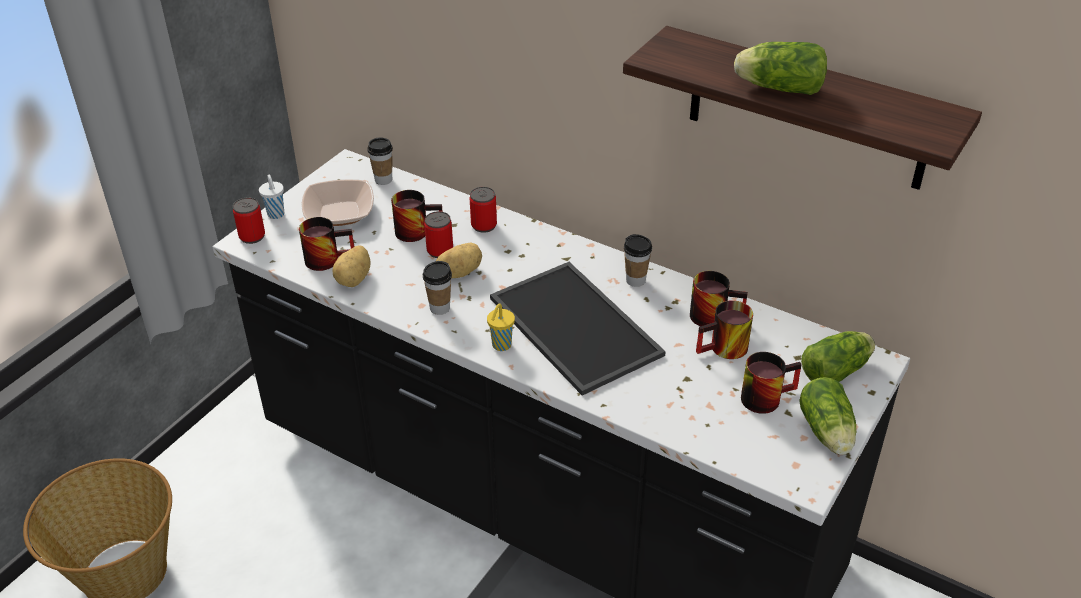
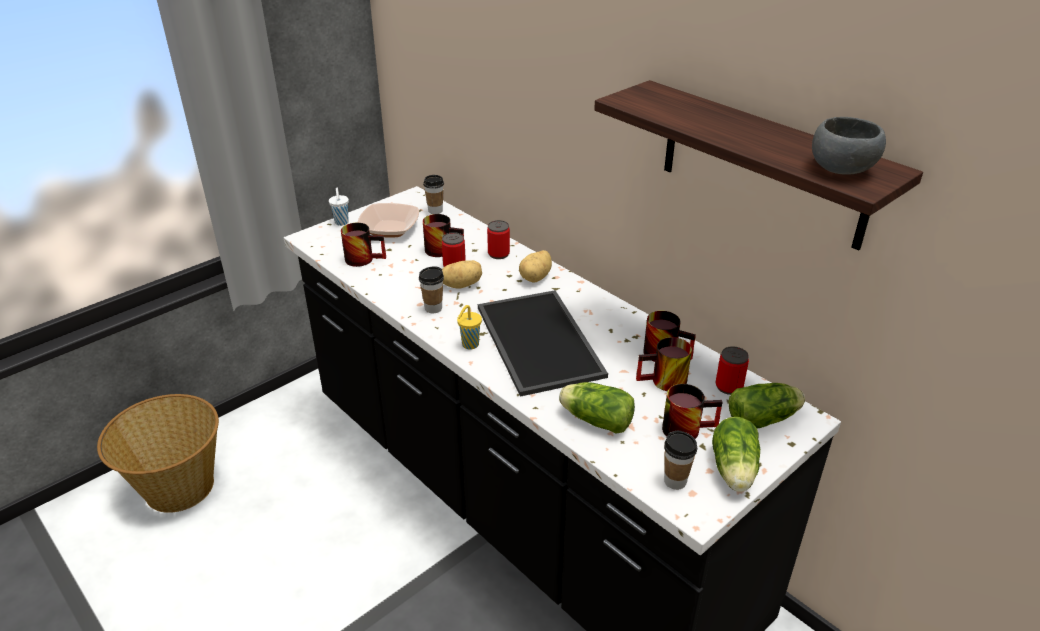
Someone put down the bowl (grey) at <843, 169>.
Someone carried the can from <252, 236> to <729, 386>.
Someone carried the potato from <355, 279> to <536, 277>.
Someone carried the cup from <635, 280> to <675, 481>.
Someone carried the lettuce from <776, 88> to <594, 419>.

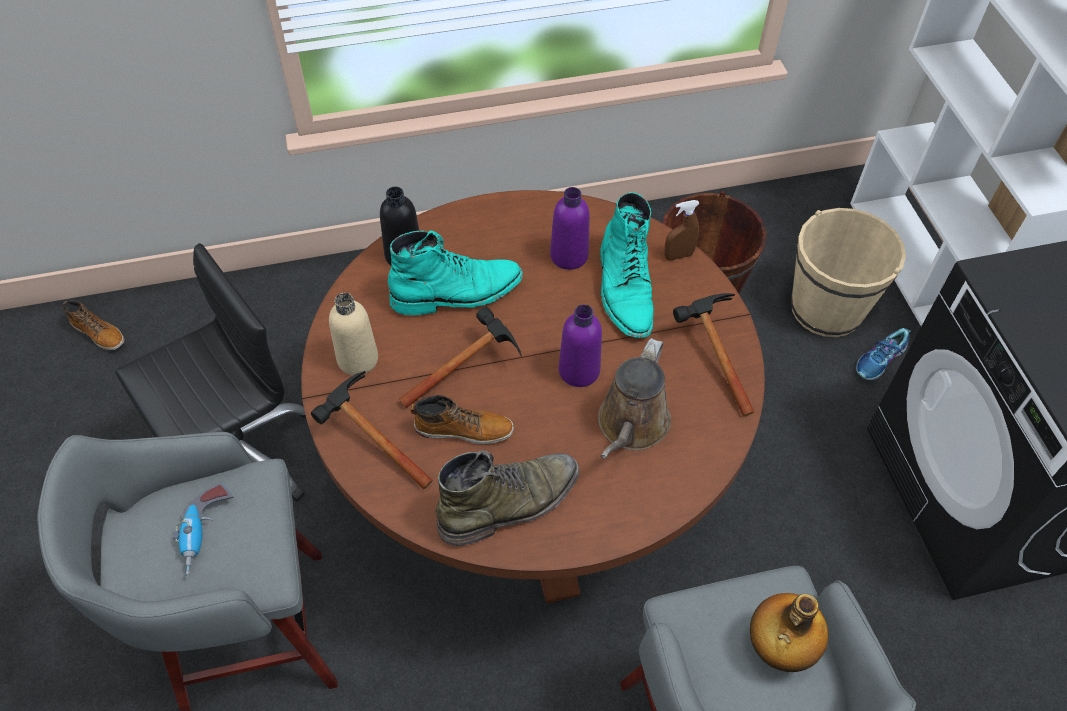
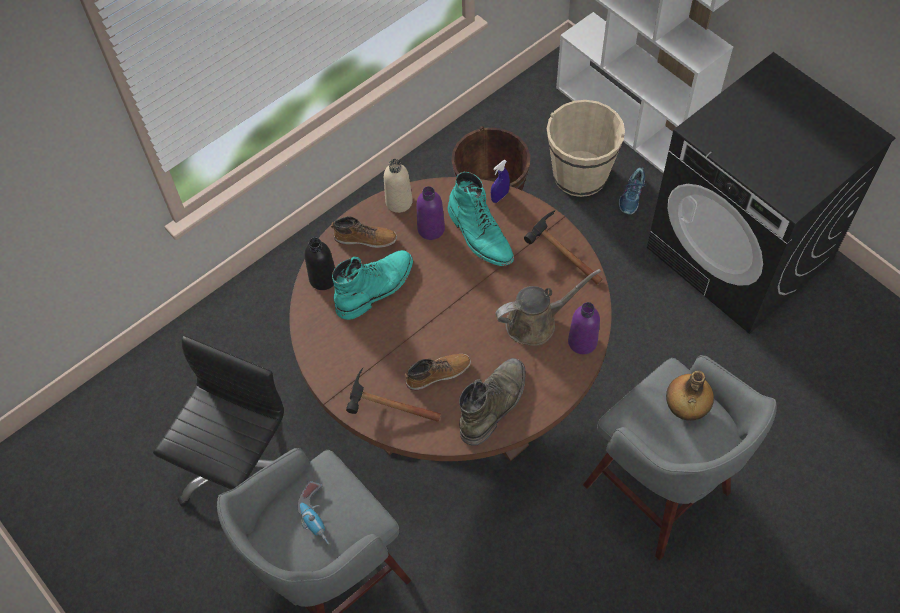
Someone took away the hammer at <470, 367>.
Someone carried the boot from <99, 333> to <365, 238>.
Someone carried the bottle (beige) from <358, 359> to <399, 202>.
Someone carried the bottle (purple) from <579, 371> to <582, 342>.
Someone repainted the spray bottle (brown) at <678, 255>, which became the spray bottle (blue) at <499, 196>.
Someone rotated the watering can (brown) at <631, 426> by 105 degrees counterclockwise.

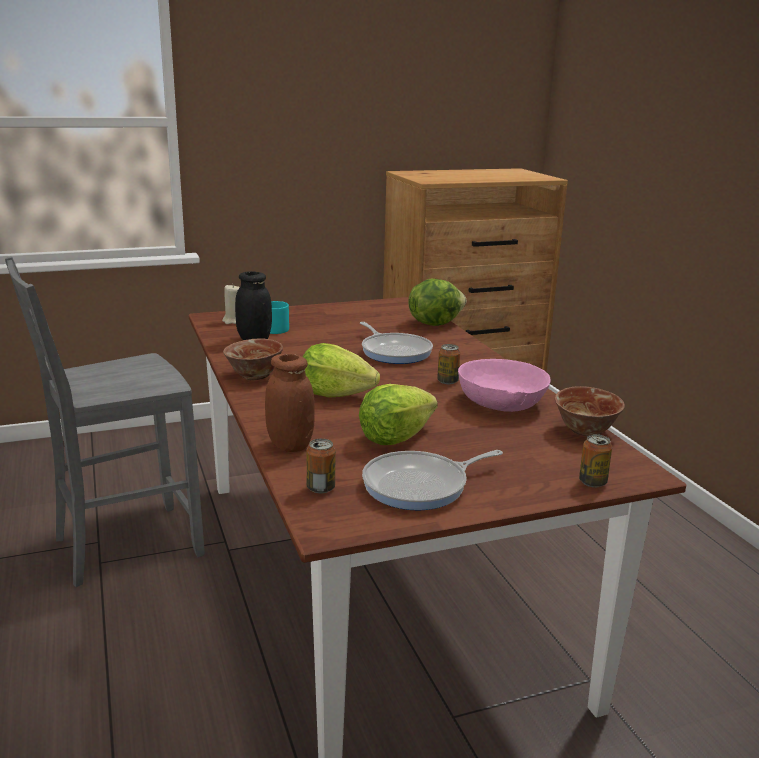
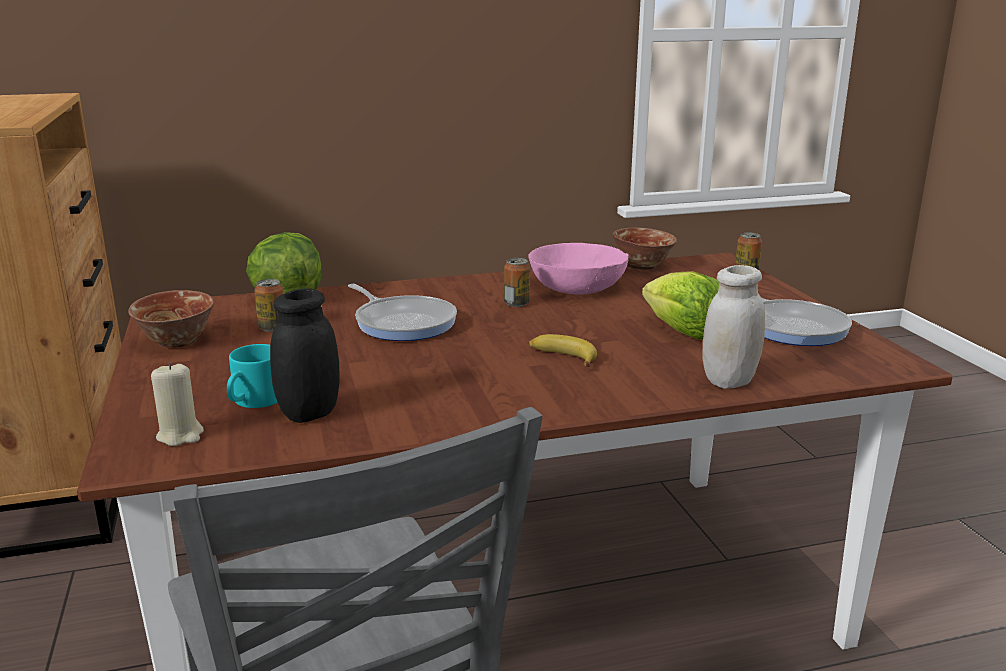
Someone carried the bowl from <254, 376> to <177, 342>.
Someone carried the can from <321, 488> to <272, 328>.
Someone swapped the lettuce at <335, 394> for the banana at <562, 357>.
Someone repainted the jar (brown) at <290, 445>, which became the jar (white) at <729, 381>.
Someone rotated the frying pan at <394, 351> by 75 degrees clockwise.

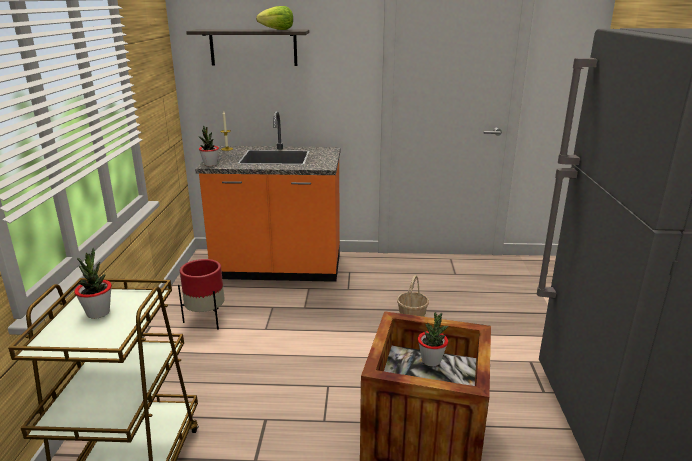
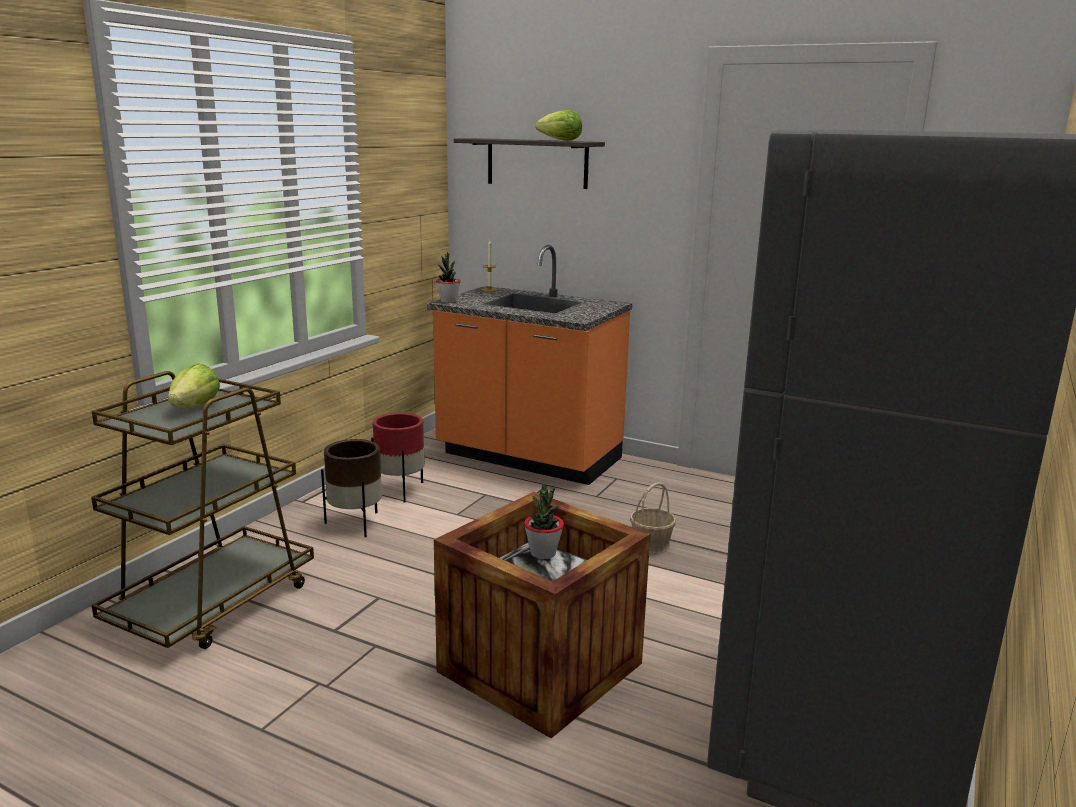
Someone put down the planter (brown) at <356, 524>.
Someone swapped the potted plant at <98, 313> for the lettuce at <195, 407>.

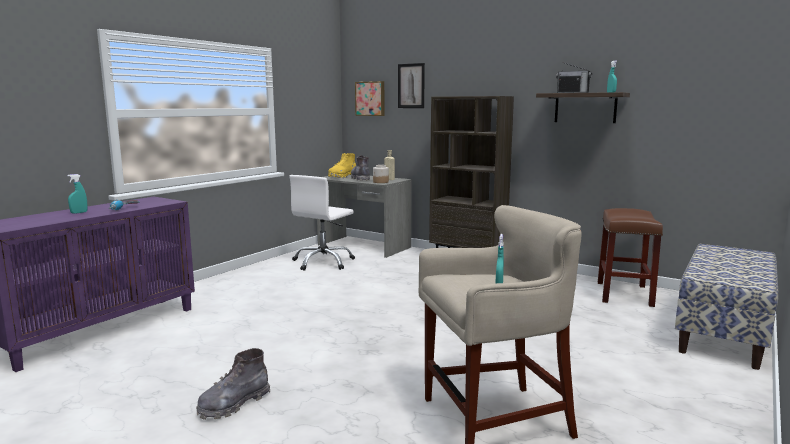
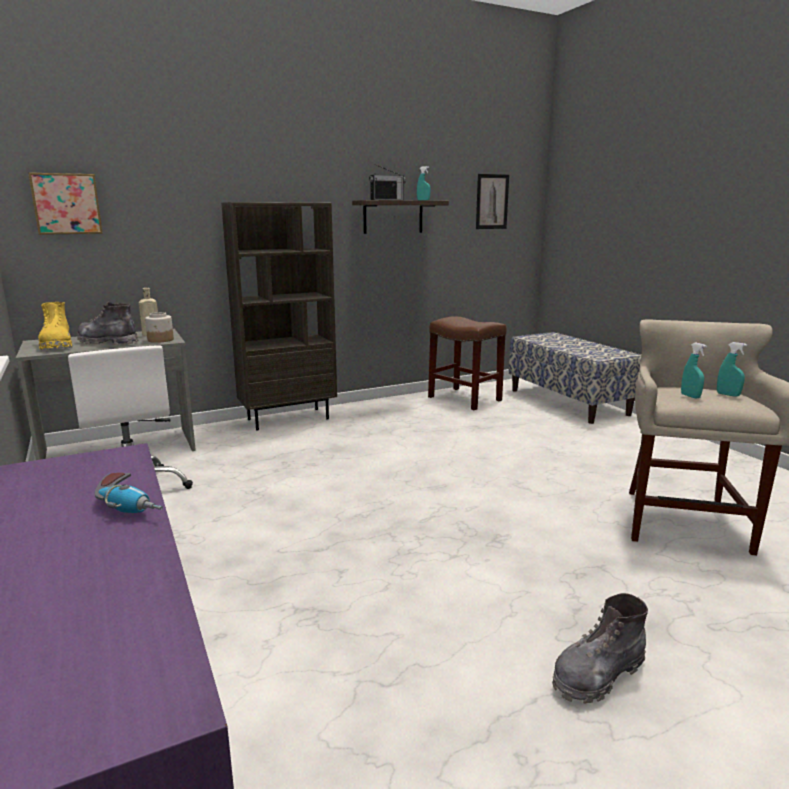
Someone carried the spray bottle (turquoise) from <79, 212> to <690, 396>.
Someone carried the picture from <411, 86> to <492, 201>.
Someone rotated the boot (grey) at <234, 404> by 75 degrees clockwise.

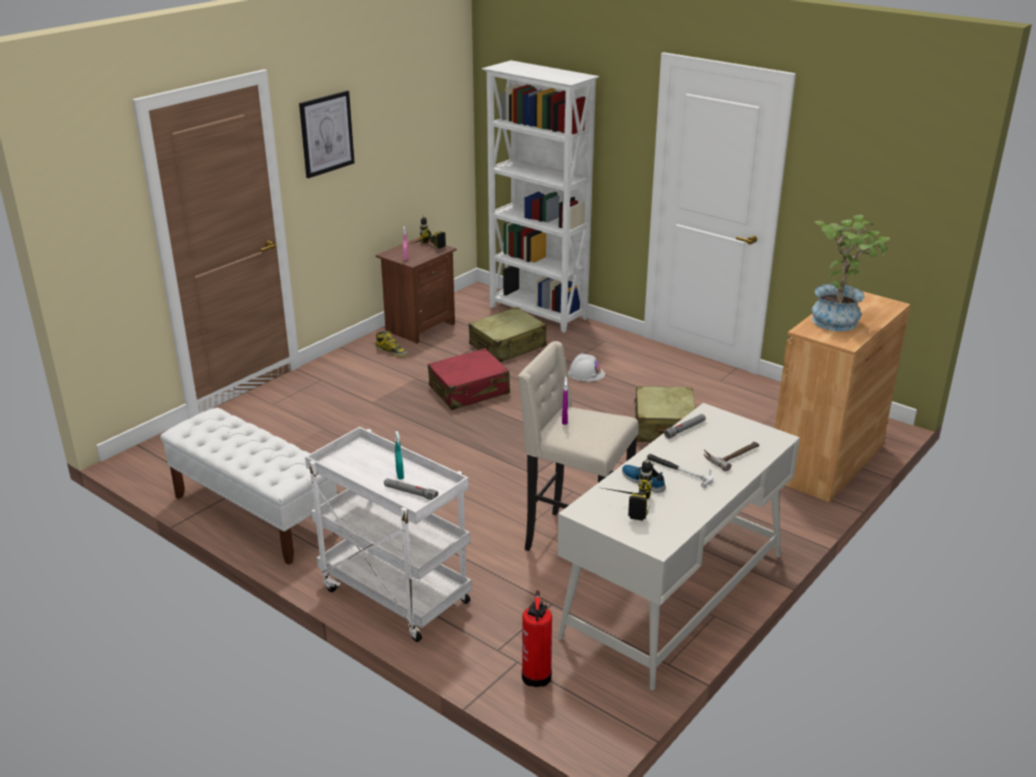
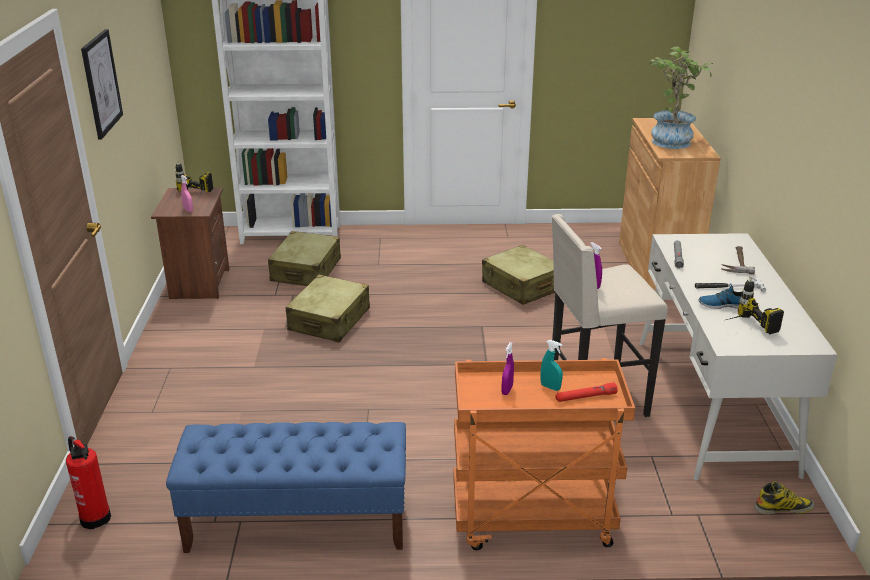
Someone took away the hard hat (white) at <586, 373>.
Someone put down the spray bottle (purple) at <507, 390>.
Someone carried the boot from <391, 351> to <783, 508>.
Someone carried the fire extinguisher from <537, 674> to <95, 516>.
Someone repainted the bench (white) at <254, 514>, which became the bench (blue) at <297, 522>.
Someone repainted the cart (white) at <392, 595>, which became the cart (orange) at <531, 521>.
Someone repainted the flashlight (grey) at <410, 493>, which became the flashlight (red) at <585, 397>.
Someone repainted the suitcase (red) at <469, 390>, which became the suitcase (beige) at <329, 320>.

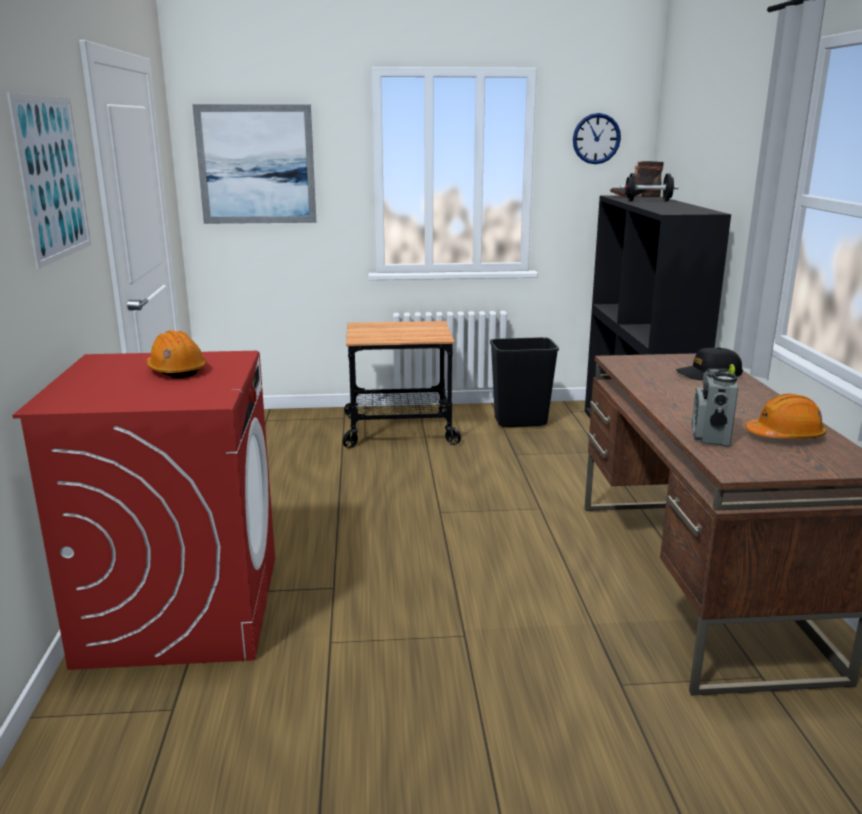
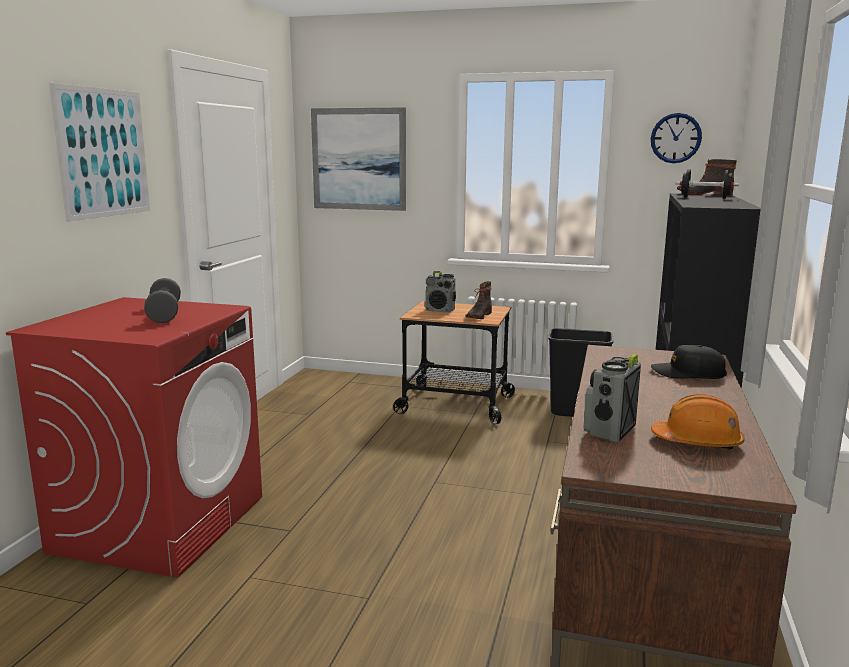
Someone put down the radio at <440, 310>.
Someone put down the boot at <478, 316>.
Someone swapped the hard hat (orange) at <176, 370> for the dumbbell (grey) at <164, 314>.

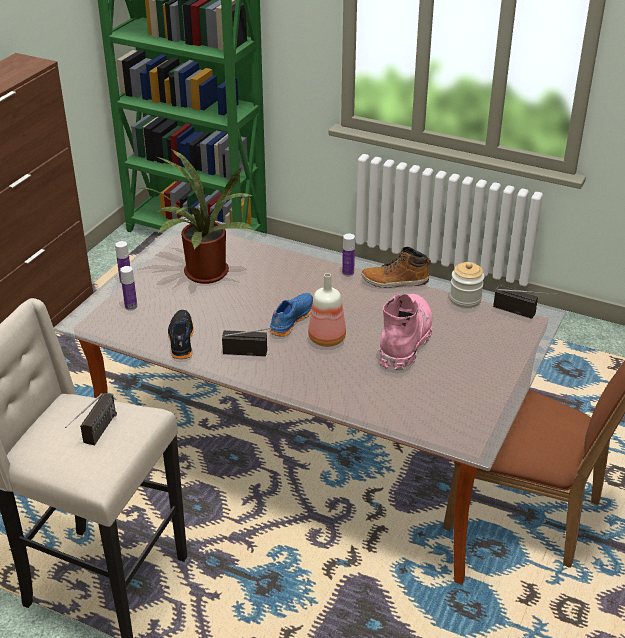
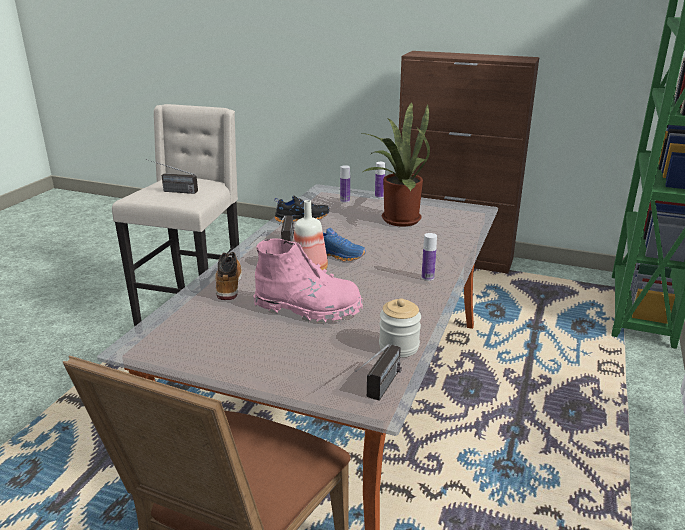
Someone carried the boot from <395, 281> to <228, 284>.

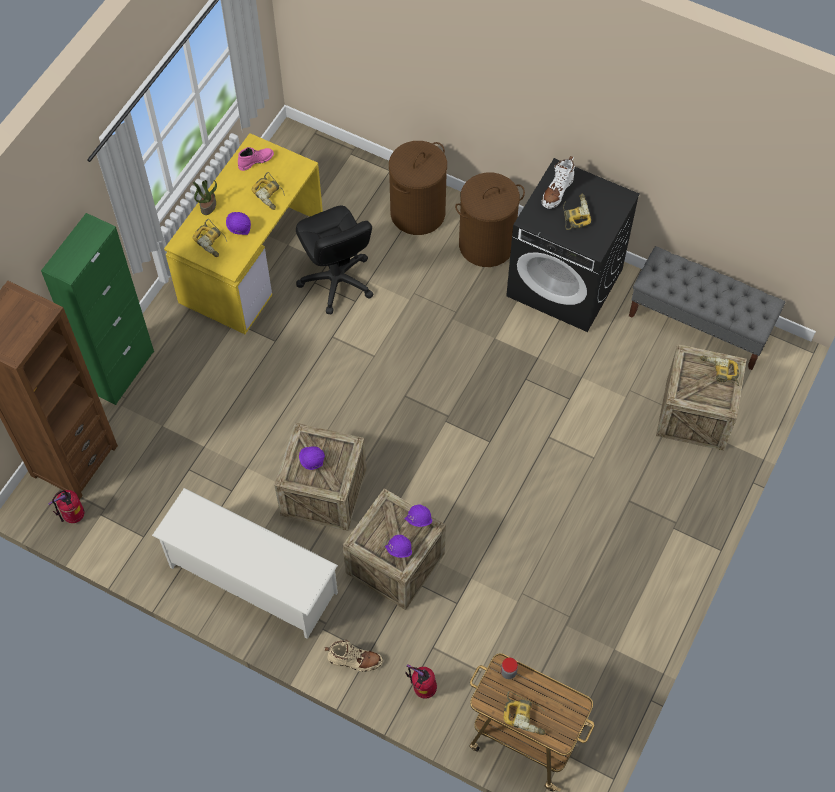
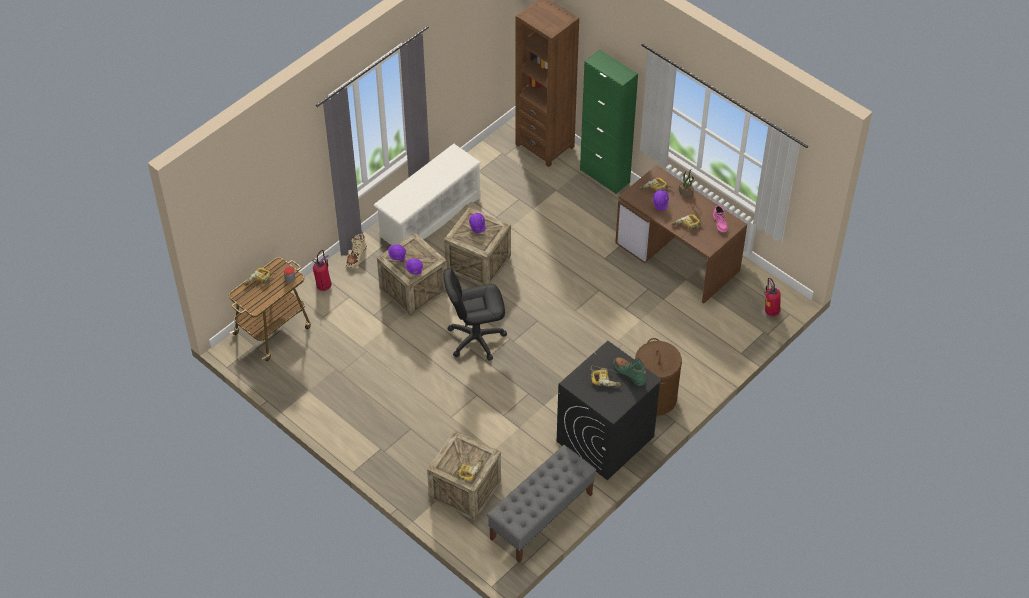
Someone took away the laundry basket (brown) at <418, 213>.
Someone carried the fire extinguisher from <74, 517> to <770, 311>.
Someone carried the office chair (black) from <336, 281> to <476, 338>.
Someone repainted the desk (yellow) at <251, 259>, which became the desk (brown) at <678, 257>.
Someone repainted the boot (white) at <557, 191>, which became the boot (green) at <629, 373>.

